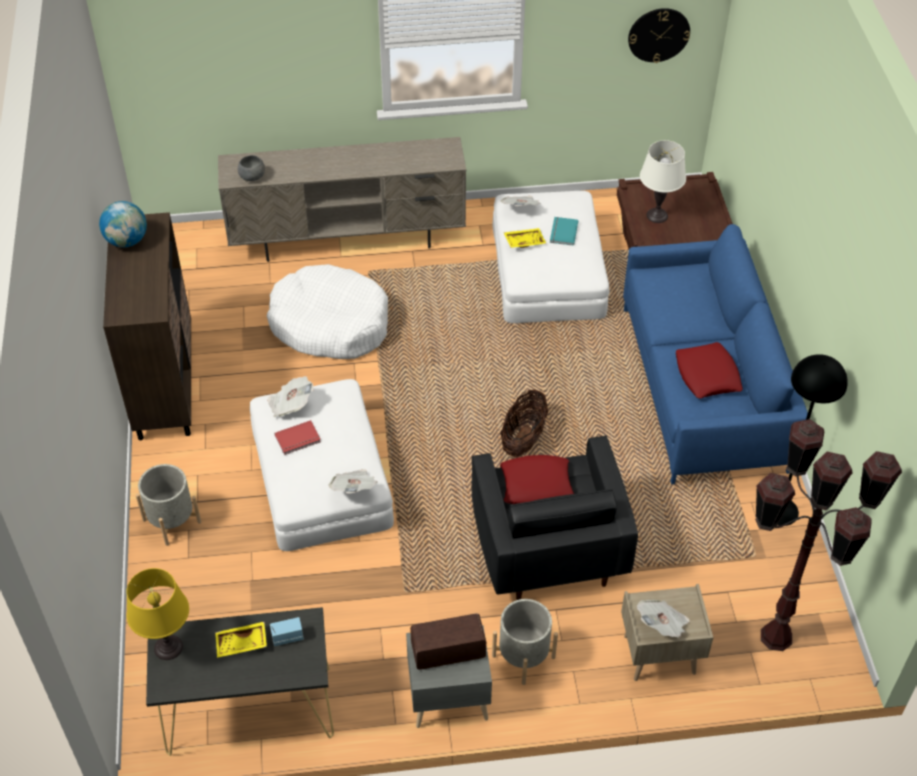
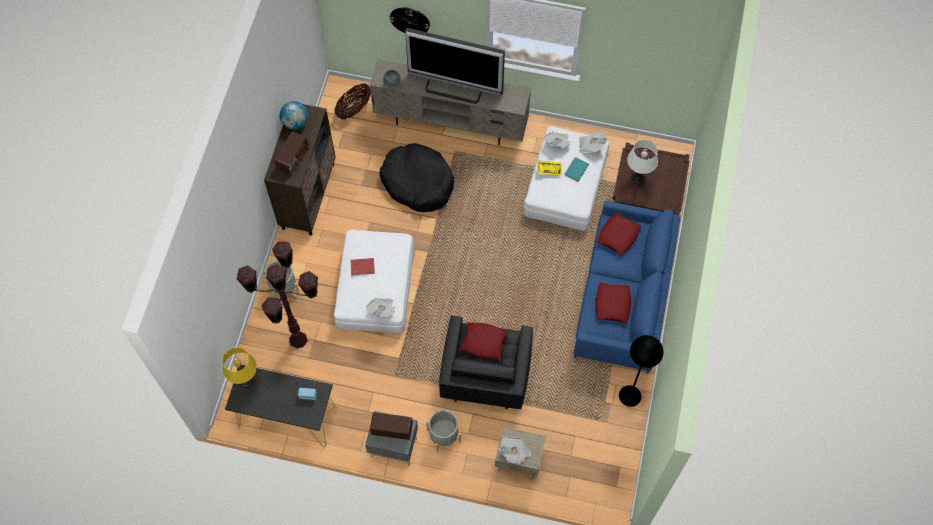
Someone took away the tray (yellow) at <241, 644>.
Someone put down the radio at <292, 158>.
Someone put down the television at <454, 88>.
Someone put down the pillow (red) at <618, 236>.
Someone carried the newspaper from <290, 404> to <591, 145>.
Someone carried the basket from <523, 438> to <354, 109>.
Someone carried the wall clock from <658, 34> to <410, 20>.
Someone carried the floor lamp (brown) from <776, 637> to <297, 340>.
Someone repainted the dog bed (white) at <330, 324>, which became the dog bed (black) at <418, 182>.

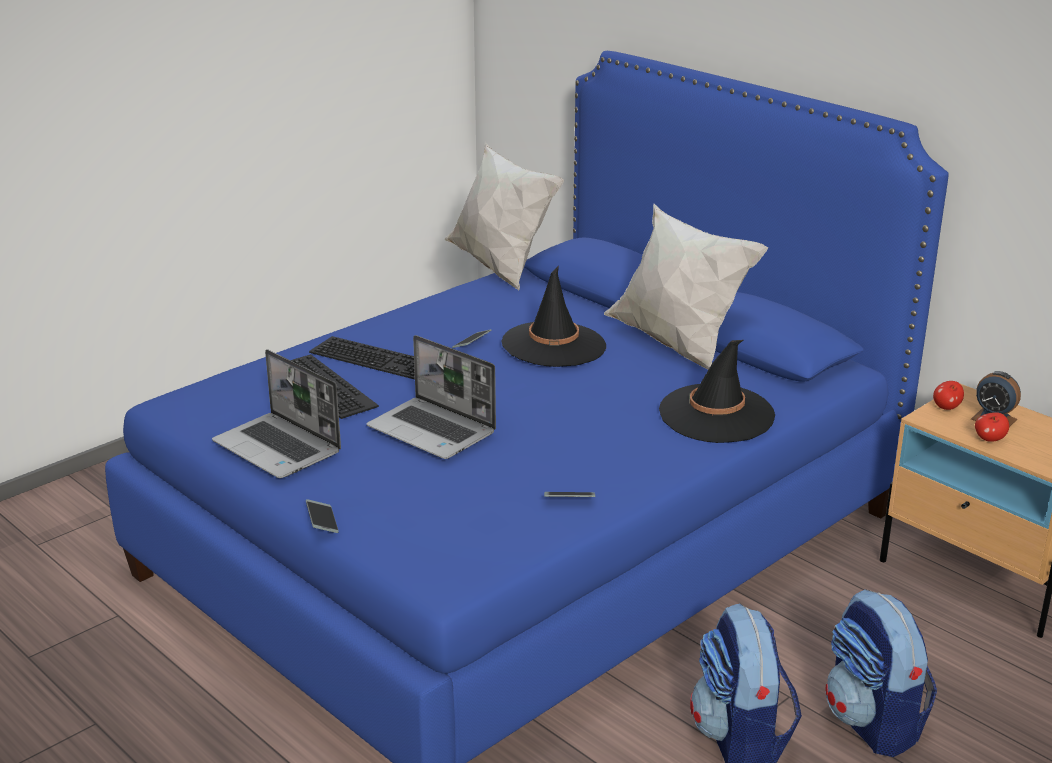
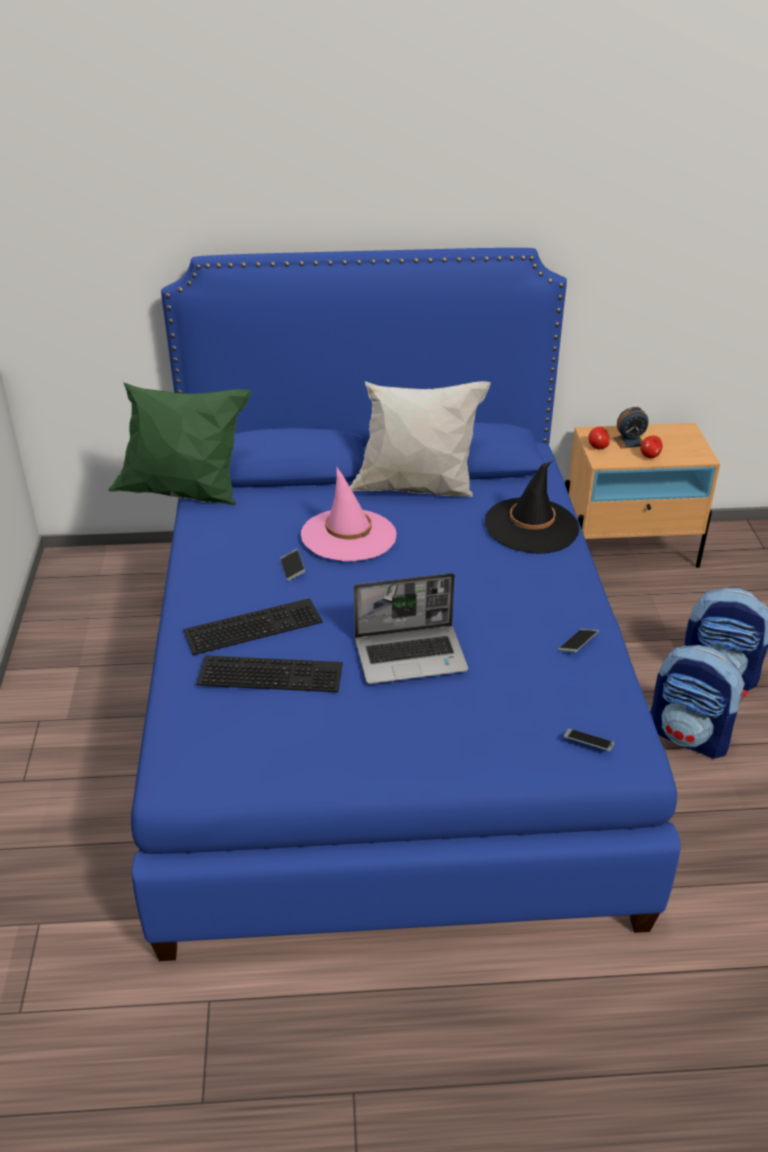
Someone took away the laptop at <279, 448>.
Someone carried the phone from <322, 521> to <588, 743>.
Someone repainted the pillow (white) at <500, 268>, which became the pillow (green) at <185, 494>.
Someone repainted the hat (black) at <554, 345>, which became the hat (pink) at <348, 535>.

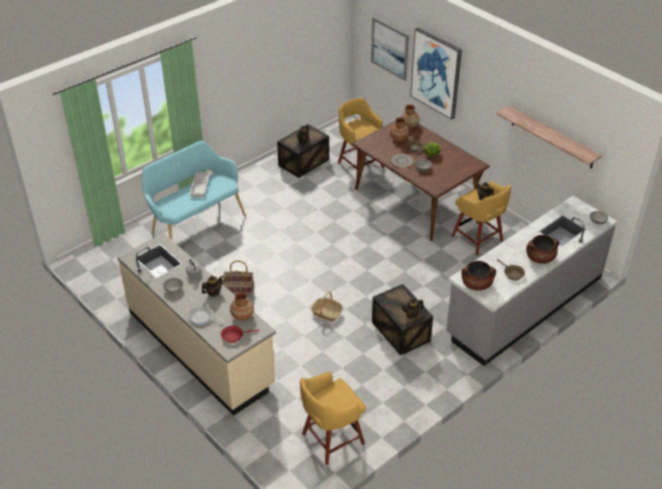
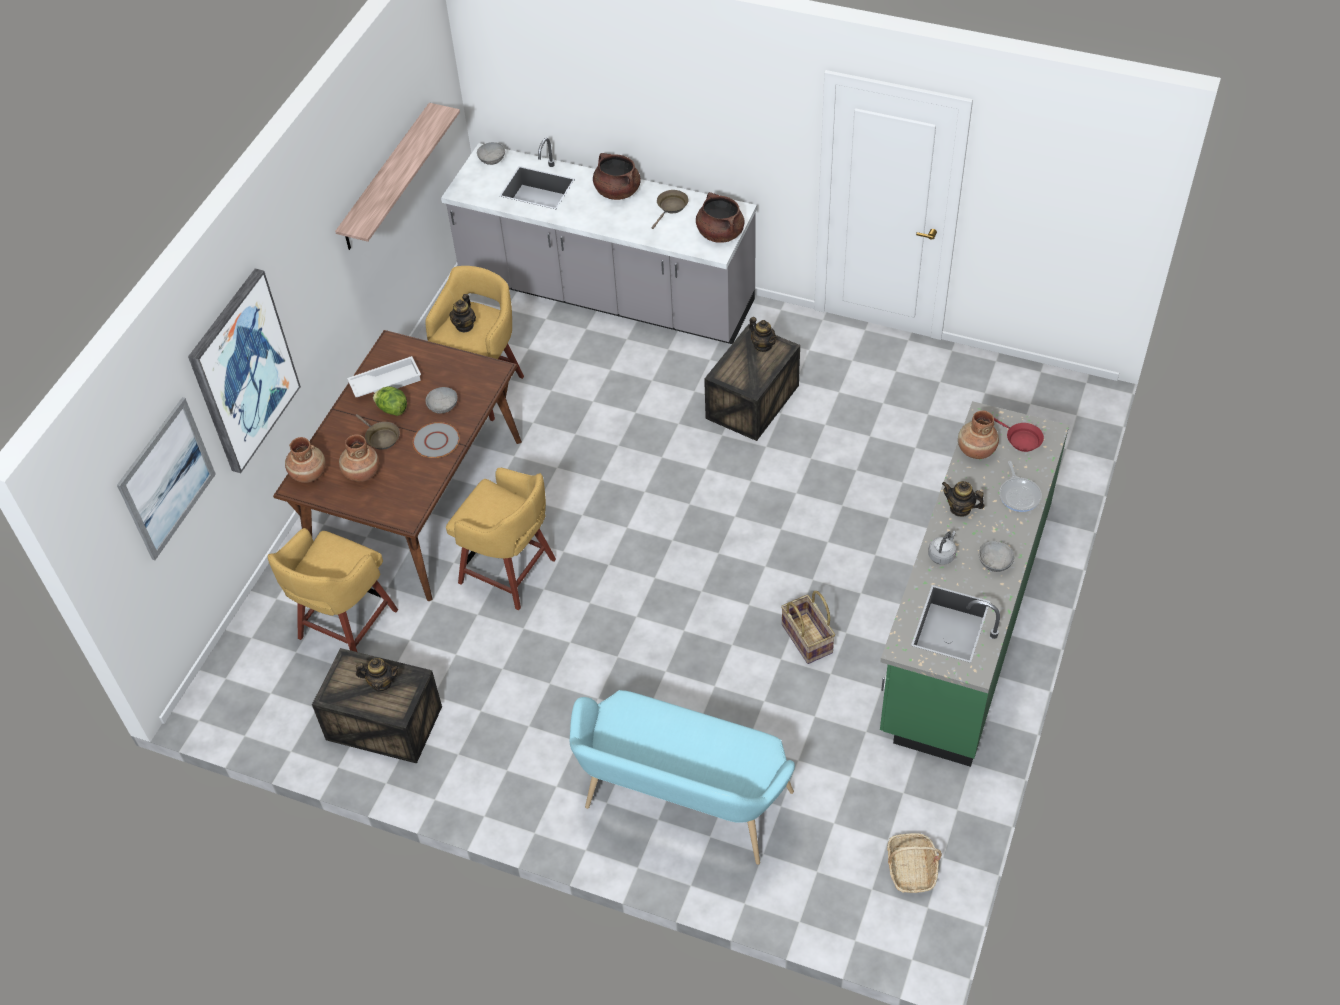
Someone carried the tray (white) from <201, 186> to <386, 381>.
Someone carried the stool (yellow) from <331, 439> to <510, 573>.
Someone carried the basket from <326, 313> to <911, 869>.
Someone repainted the counter (beige) at <200, 348>, which became the counter (green) at <964, 620>.

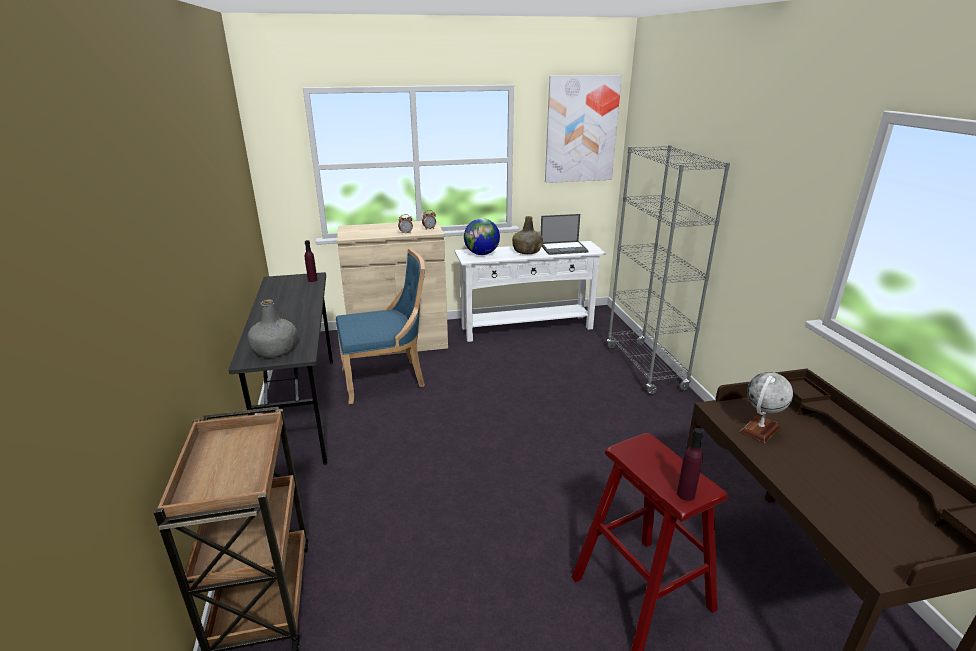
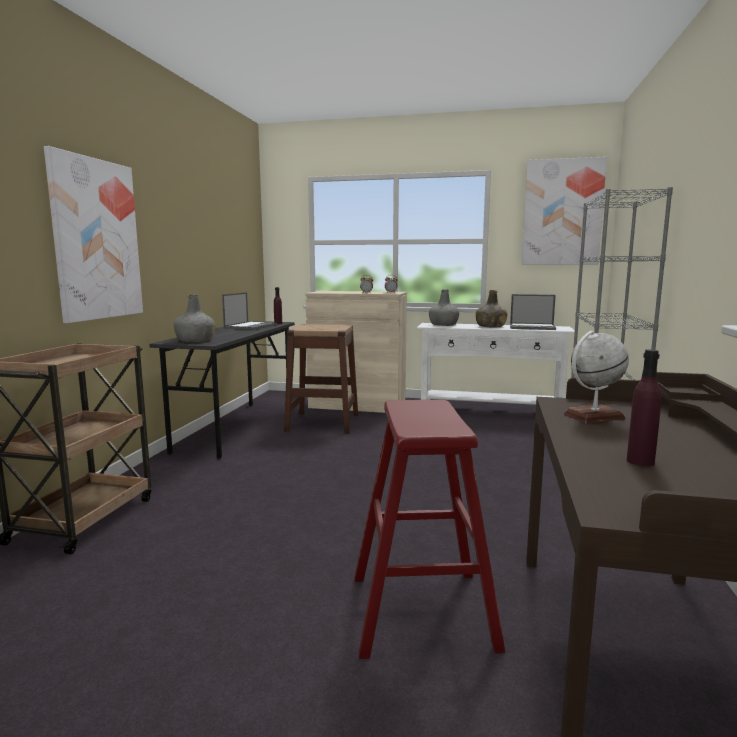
Someone put up the picture at <96, 240>.
Someone put down the laptop at <251, 326>.
Someone carried the bottle (purple) from <685, 494> to <640, 461>.
Someone swapped the chair (blue) at <386, 379> for the stool (brown) at <323, 422>.
Someone swapped the globe at <482, 254> for the bottle (grey) at <443, 325>.

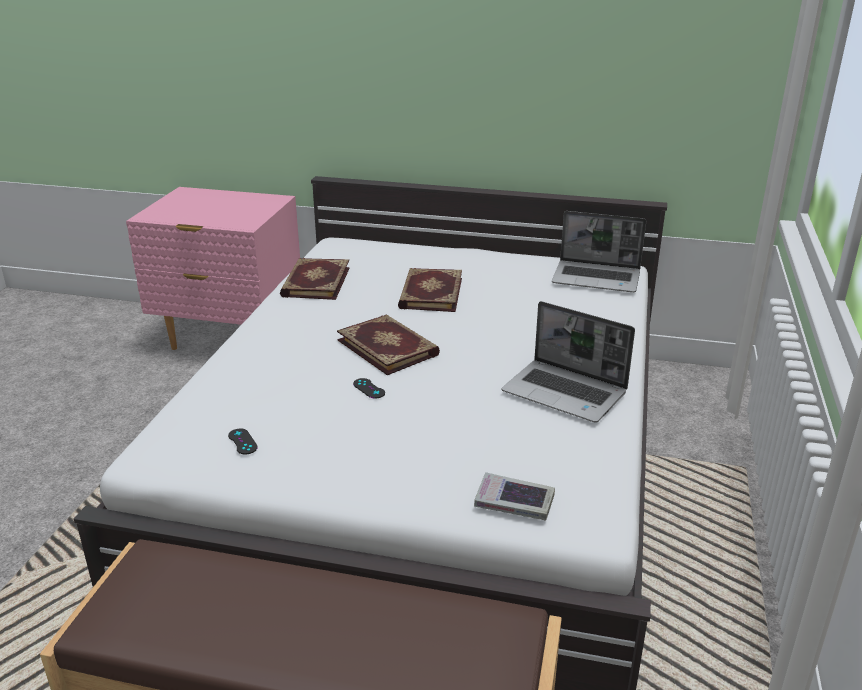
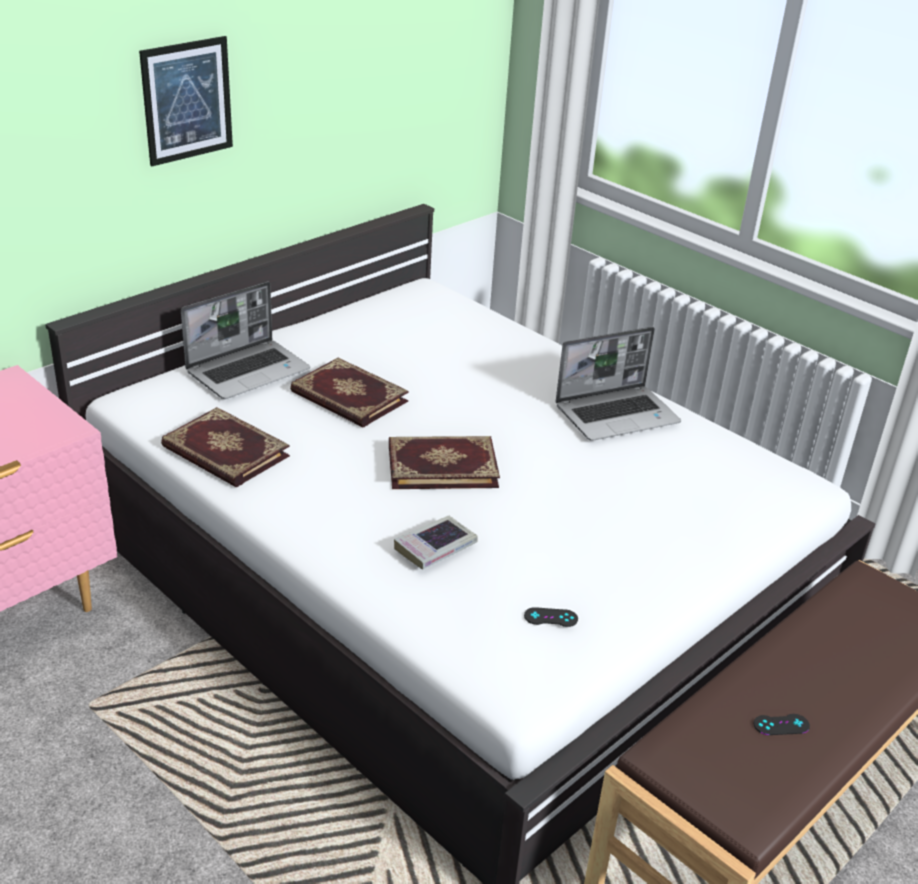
Someone put up the picture at <187, 100>.
Someone carried the game controller (black) from <369, 388> to <781, 725>.
Someone carried the book from <514, 502> to <435, 547>.
Someone carried the laptop from <597, 278> to <249, 371>.

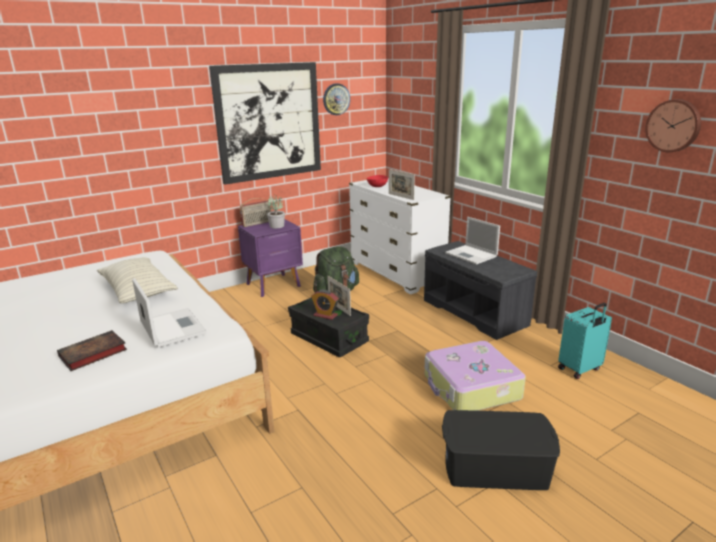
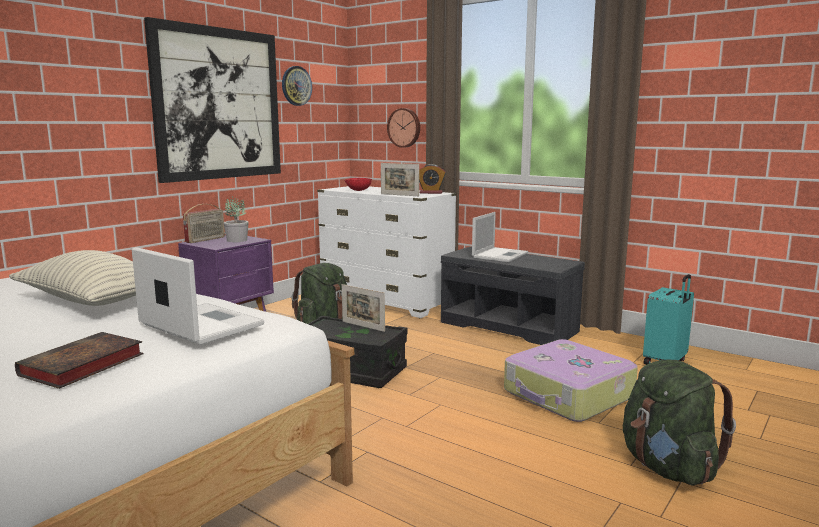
Someone carried the alarm clock from <325, 315> to <431, 193>.
Someone carried the wall clock from <673, 125> to <404, 127>.
Someone swapped the storage box (black) at <495, 468> for the backpack (green) at <668, 468>.
Someone rotated the laptop at <472, 255> by 90 degrees counterclockwise.

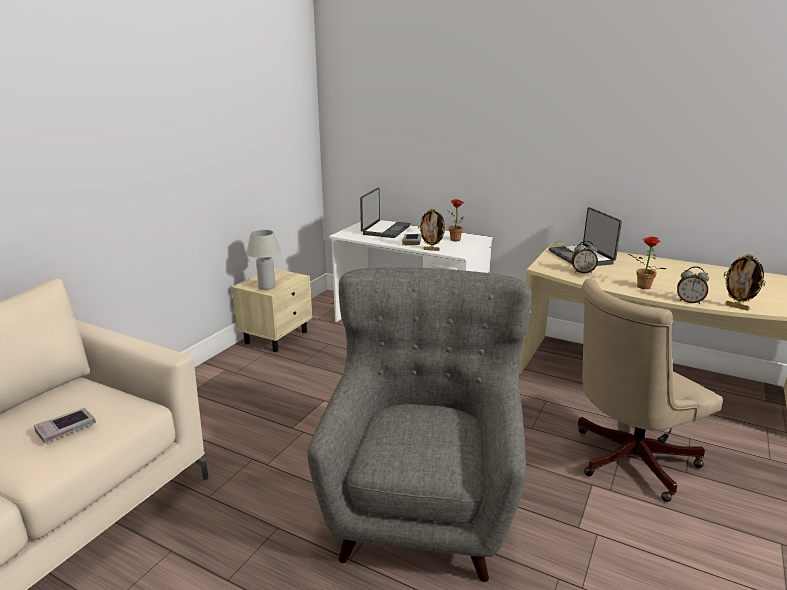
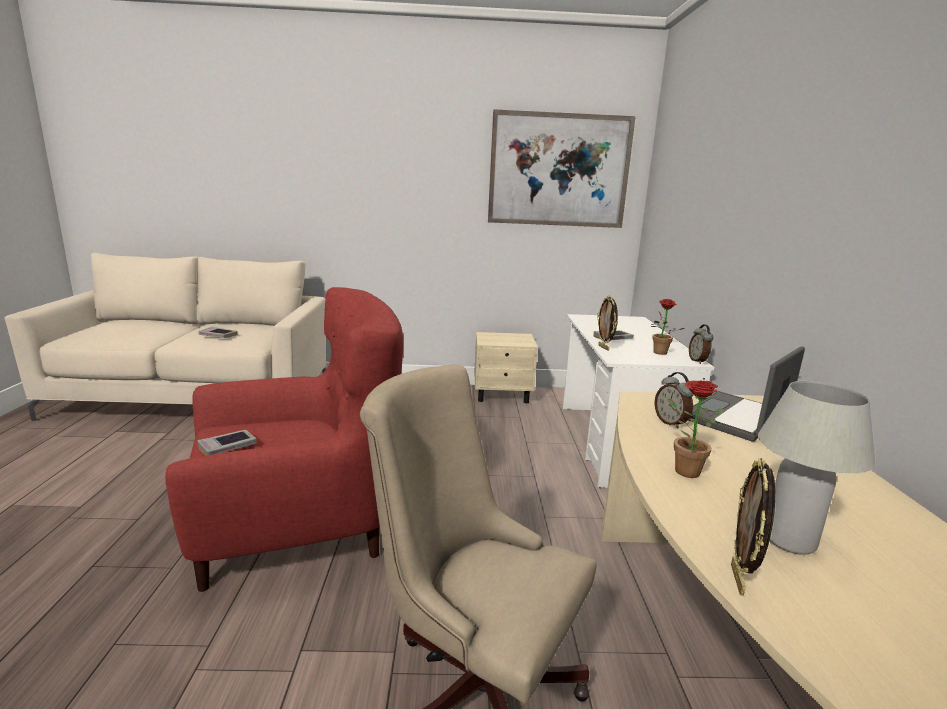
Someone took away the laptop at <385, 230>.
Someone put down the book at <227, 447>.
Someone put up the picture at <559, 170>.
Someone carried the table lamp (white) from <267, 287> to <789, 540>.
Someone carried the alarm clock from <689, 301> to <698, 361>.
Someone repainted the armchair (grey) at <422, 504>, which became the armchair (red) at <299, 527>.

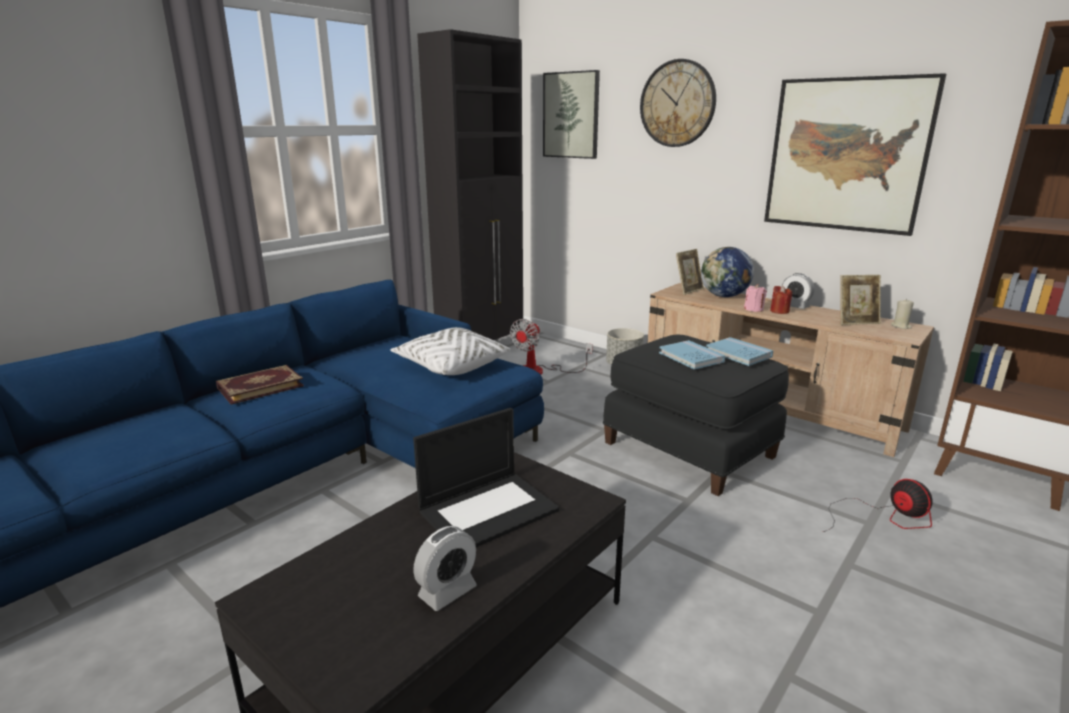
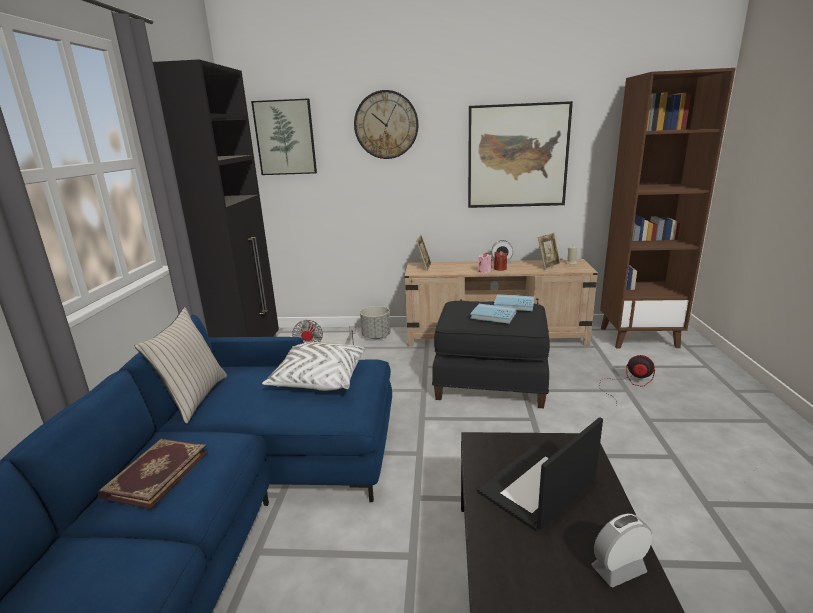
Someone took away the globe at <724, 296>.
Someone put down the pillow (beige) at <194, 398>.
Someone rotated the laptop at <489, 510> by 150 degrees counterclockwise.
Someone rotated the alarm clock at <447, 592> by 120 degrees counterclockwise.

